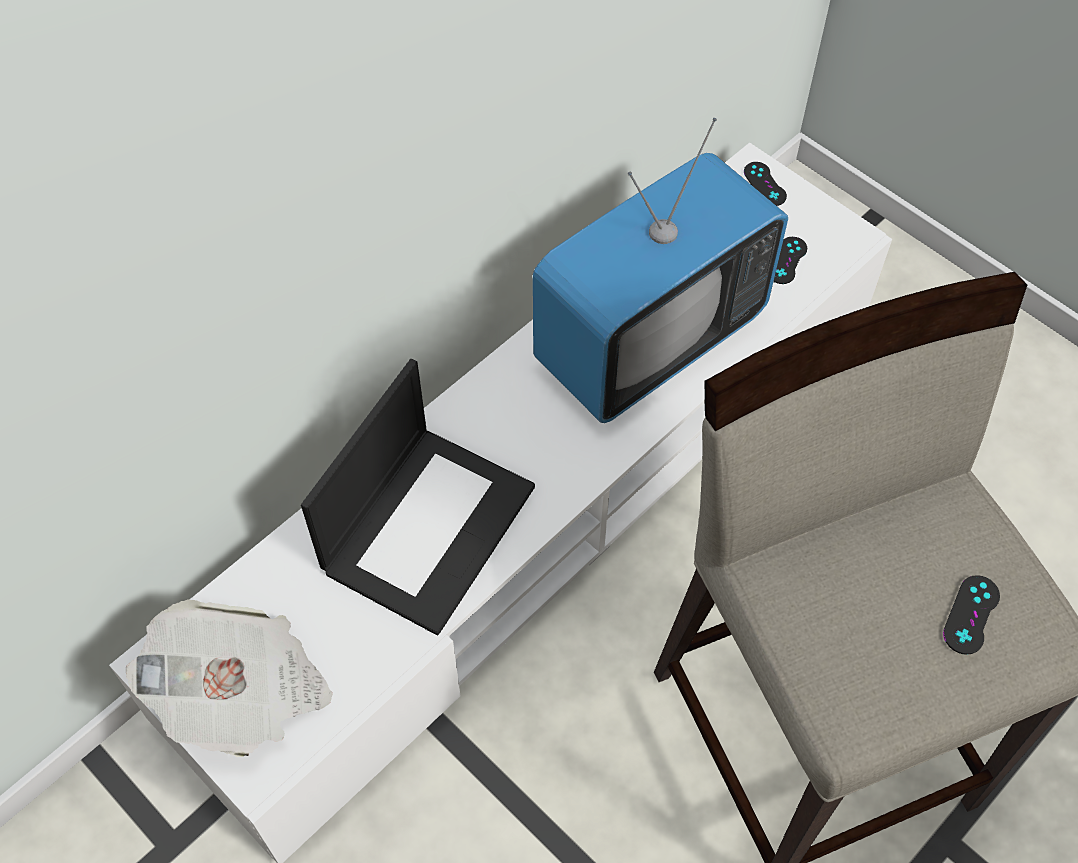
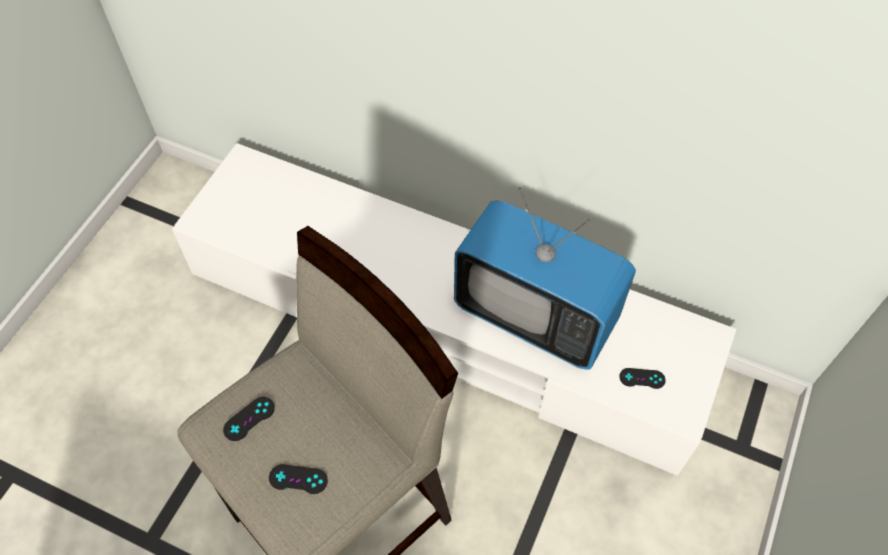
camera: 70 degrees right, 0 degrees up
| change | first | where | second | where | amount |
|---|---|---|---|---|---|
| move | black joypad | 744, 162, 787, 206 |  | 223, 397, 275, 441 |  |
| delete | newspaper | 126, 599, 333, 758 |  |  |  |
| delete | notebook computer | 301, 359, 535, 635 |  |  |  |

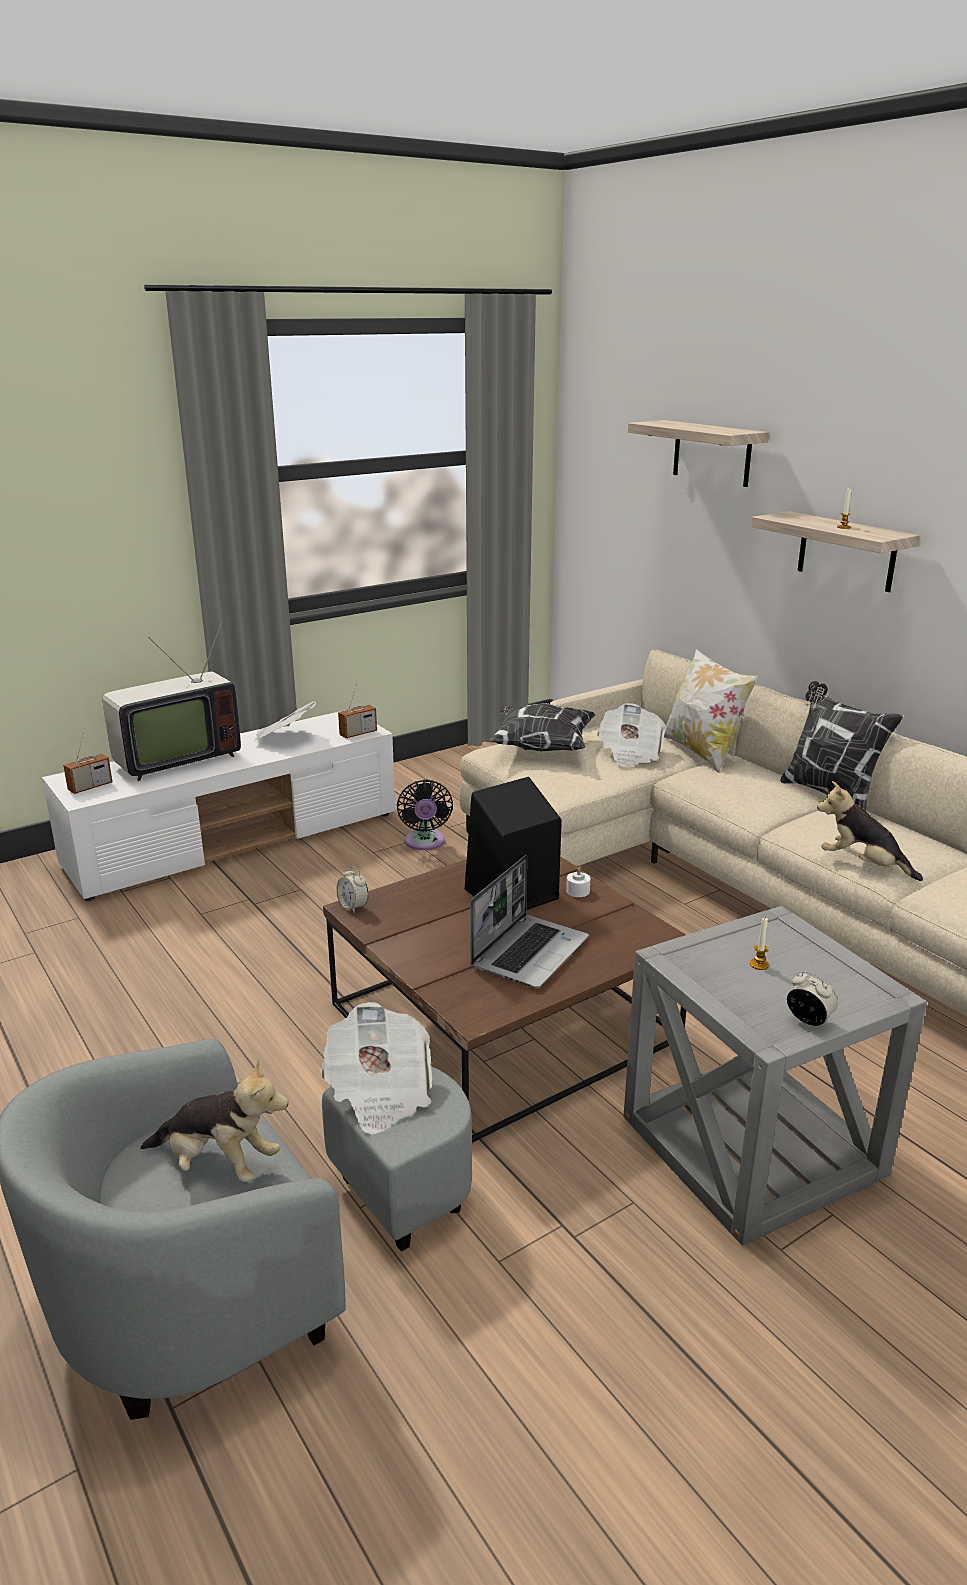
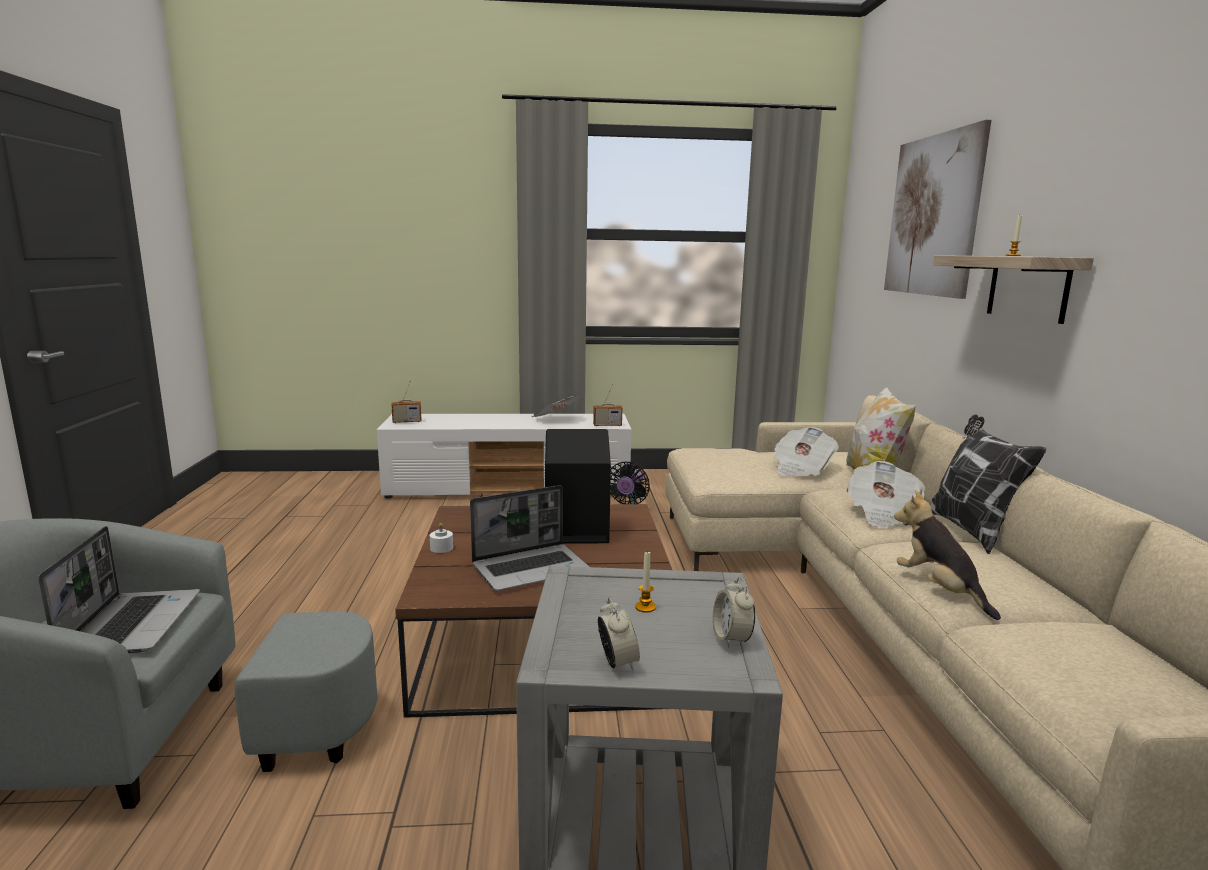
camera: 30 degrees right, 10 degrees down
| change | first | where | second | where | amount |
|---|---|---|---|---|---|
| replace | cuddly toy | 141, 1058, 289, 1182 | notebook computer | 38, 526, 200, 653 |  |
| move | white wax candle | 566, 866, 590, 897 |  | 430, 523, 453, 553 |  |
| move | table clock | 336, 866, 368, 913 |  | 713, 577, 755, 648 |  |
| move | newspaper | 321, 1002, 432, 1135 |  | 846, 461, 925, 528 |  |
| replace | wall shelf | 628, 420, 769, 487 | wall picture | 884, 120, 991, 299 |  |
| delete | TV | 102, 619, 241, 781 |  |  |  |
| delete | throw pillow | 489, 703, 596, 751 |  |  |  |

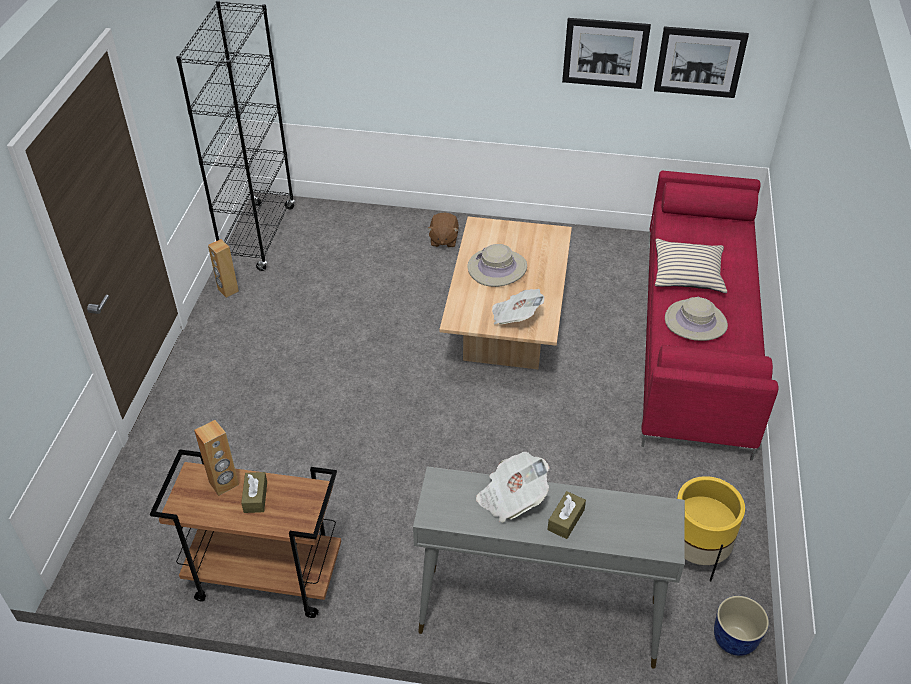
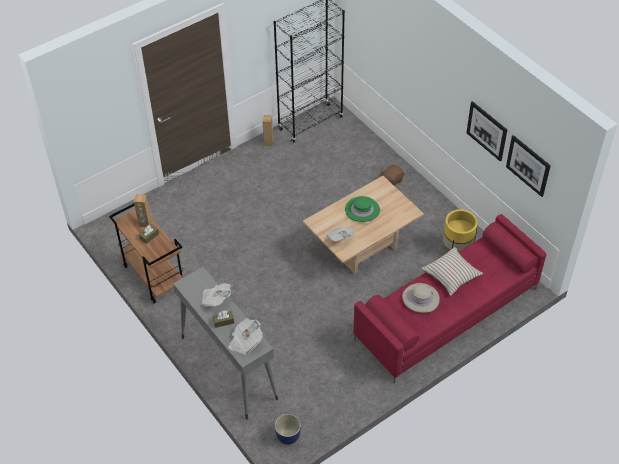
camera: 45 degrees right, 5 degrees up
| change | first | where | second | where | amount |
|---|---|---|---|---|---|
| insert |  |  | newspaper | 228, 318, 263, 355 |  |
| recolor | beige wearable hat | 468, 244, 527, 287 | greenish wearable hat | 345, 196, 380, 222 |  |
| move | yellow flower pot | 677, 476, 745, 582 |  | 443, 209, 477, 252 |  |

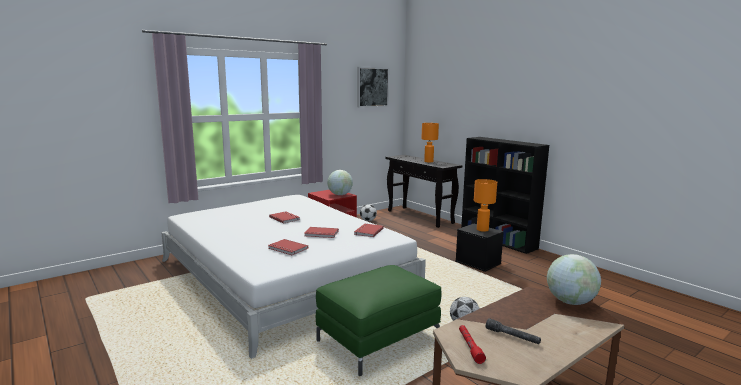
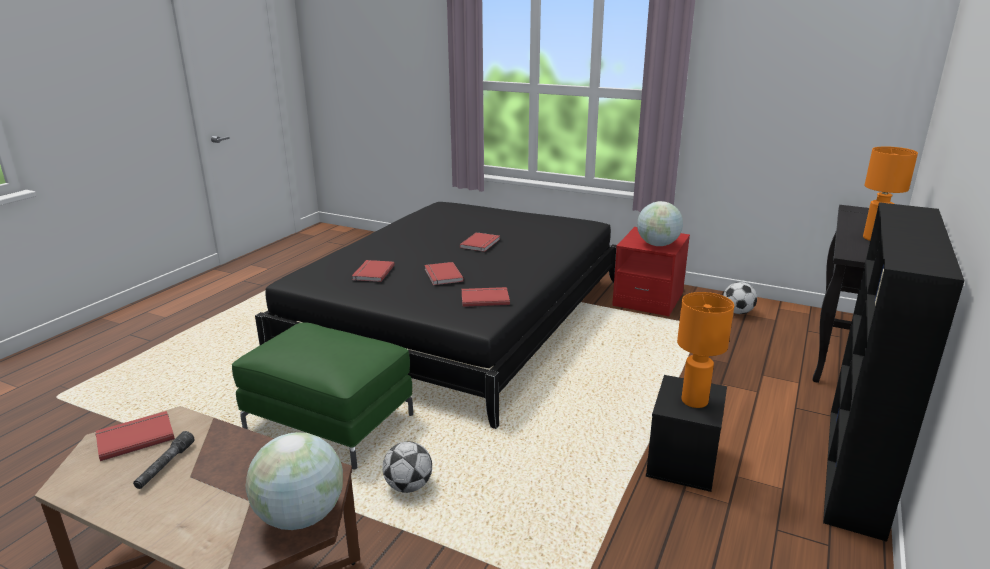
camera: 65 degrees right, 10 degrees up
| change | first | where | second | where | amount |
|---|---|---|---|---|---|
| replace | red-coloured torch | 459, 325, 486, 364 | red-coloured bound book | 95, 411, 175, 461 |  |
| recolor | white sleeping bed | 161, 195, 426, 359 | black sleeping bed | 255, 202, 617, 429 |  |
| delete | wall picture | 357, 67, 389, 107 |  |  |  |

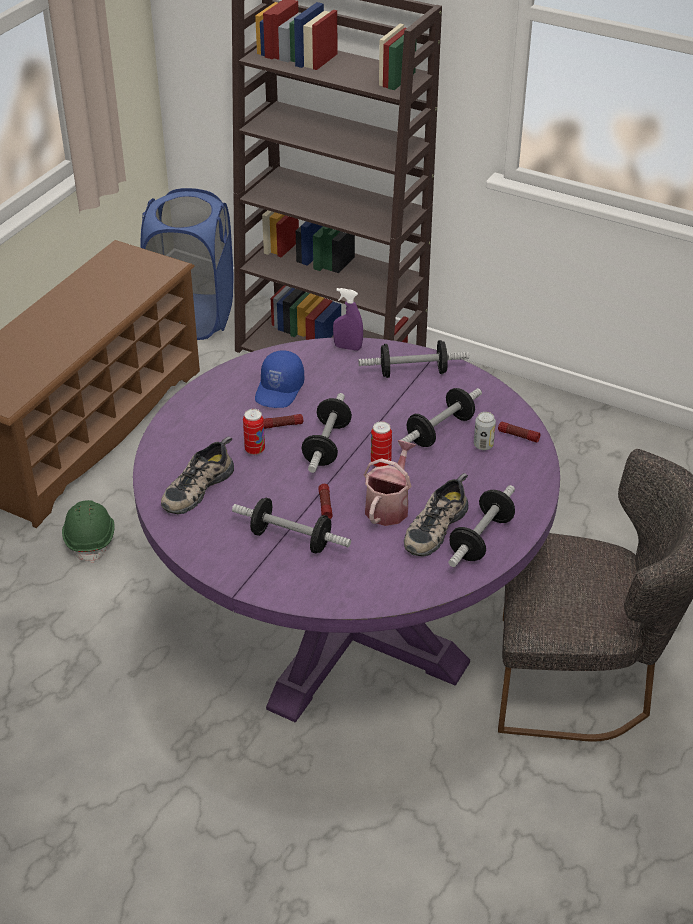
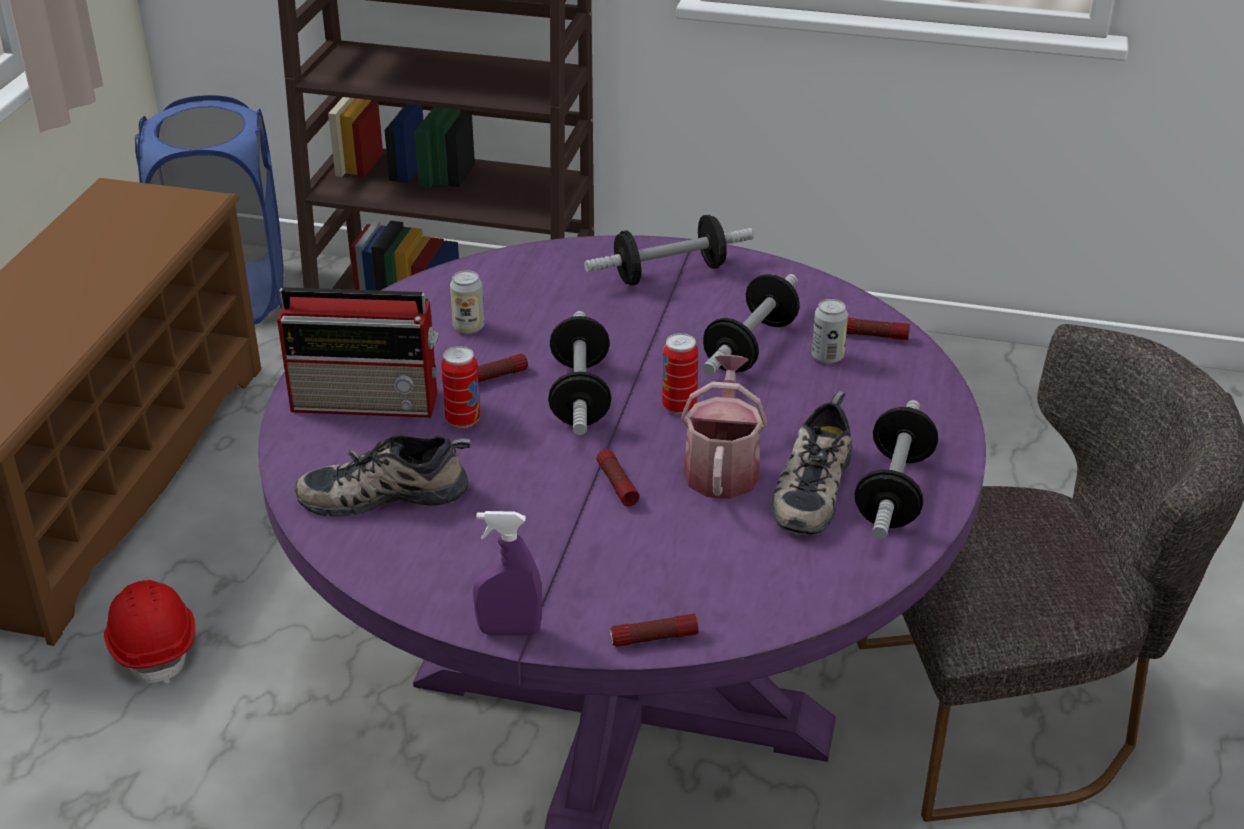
camera: 15 degrees left, 5 degrees down
| change | first | where | second | where | amount |
|---|---|---|---|---|---|
| recolor | greenish hard hat | 62, 500, 115, 563 | red-coloured hard hat | 104, 580, 195, 684 |  |
| insert |  |  | radio set | 277, 287, 439, 418 |  |
| rotate | item of footwear | 161, 436, 234, 514 |  | 294, 435, 471, 517 | 60 degrees clockwise |
| replace | bluish peaked cap | 255, 351, 304, 408 | metal can | 450, 270, 485, 334 |  |
| move | purple spray bottle | 333, 288, 363, 351 |  | 473, 511, 542, 636 |  |
| insert |  |  | torch | 610, 614, 698, 647 |  |
| delete | free weight | 232, 498, 351, 553 |  |  |  |

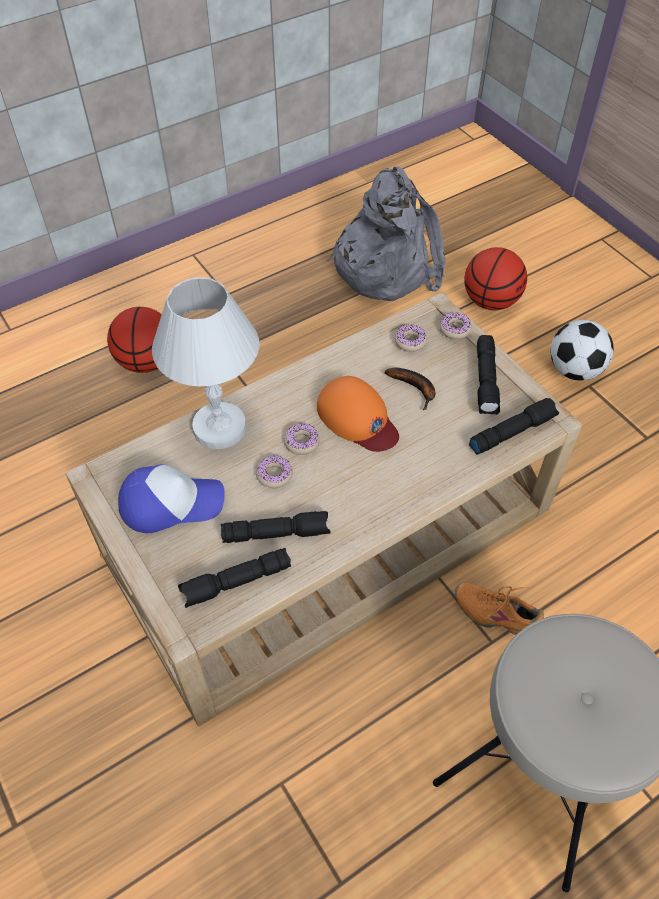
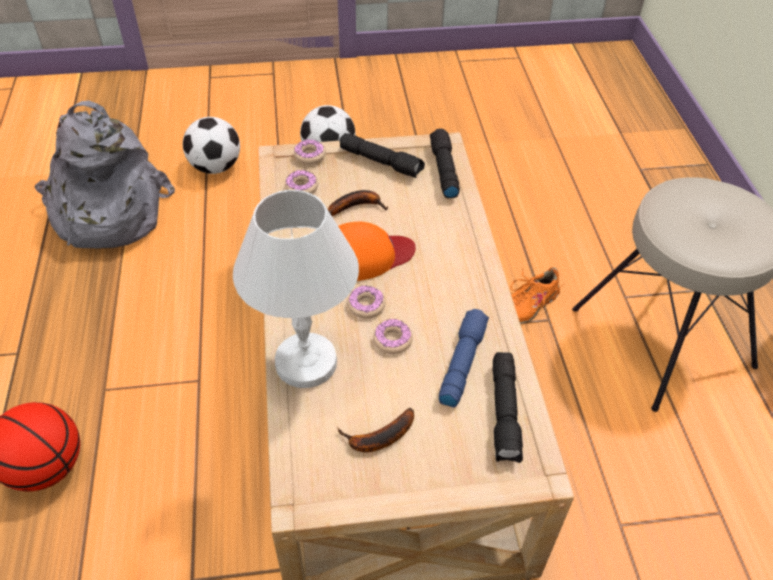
camera: 65 degrees left, 5 degrees down
| change | first | where | second | where | amount |
|---|---|---|---|---|---|
| replace | basketball | 464, 247, 527, 310 | football ball | 183, 117, 240, 174 |  |
| replace | peaked cap | 118, 464, 225, 533 | banana | 338, 408, 414, 452 |  |
| recolor | black torch | 220, 511, 331, 543 | bluish torch | 439, 309, 489, 408 |  |

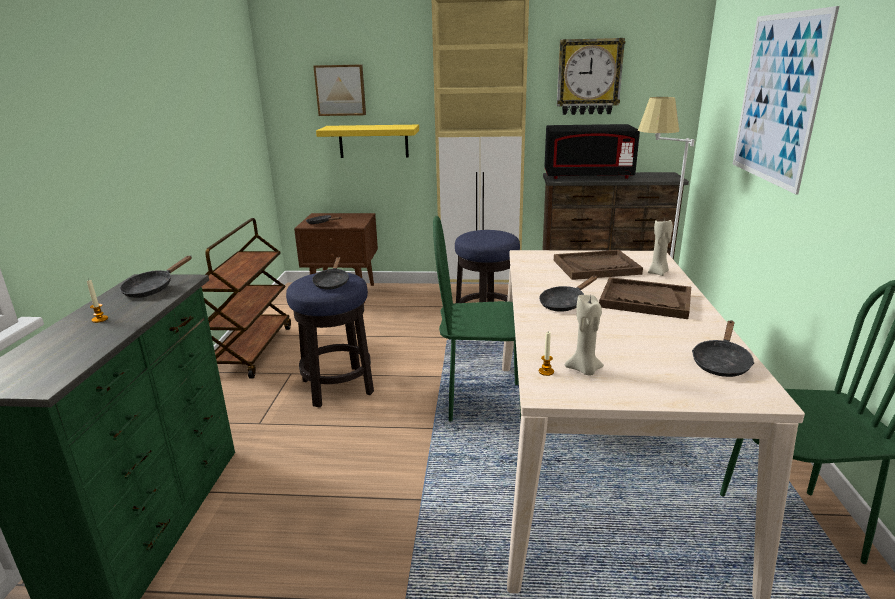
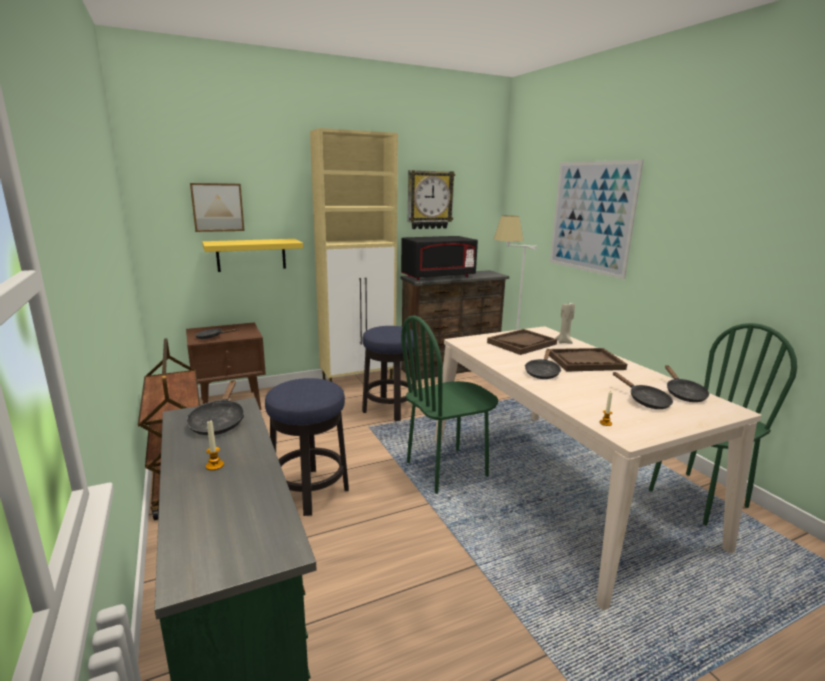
camera: 30 degrees left, 5 degrees down
| change | first | where | second | where | amount |
|---|---|---|---|---|---|
| move | black frying pan | 312, 257, 349, 290 |  | 613, 372, 673, 409 |  |
| delete | beige wax candle | 565, 295, 604, 375 |  |  |  |

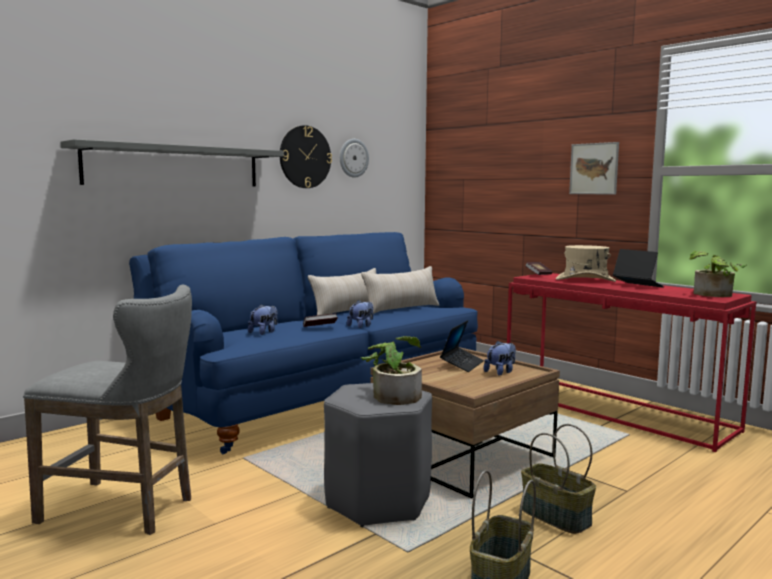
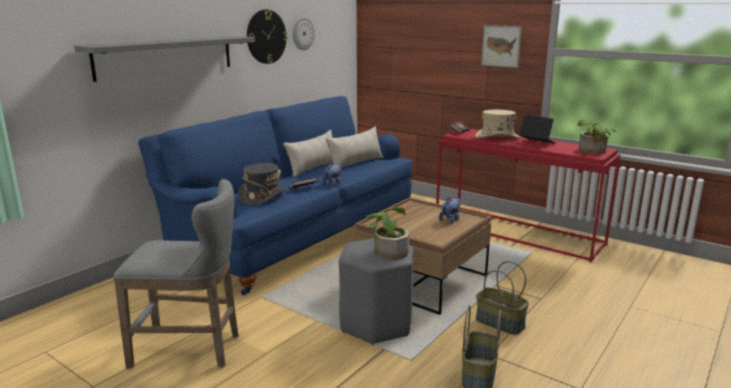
camera: 10 degrees left, 10 degrees up
| change | first | where | second | where | amount |
|---|---|---|---|---|---|
| replace | cuddly toy | 248, 304, 278, 335 | grey wearable hat | 238, 163, 286, 205 |  |
| delete | notebook computer | 440, 320, 484, 372 |  |  |  |

